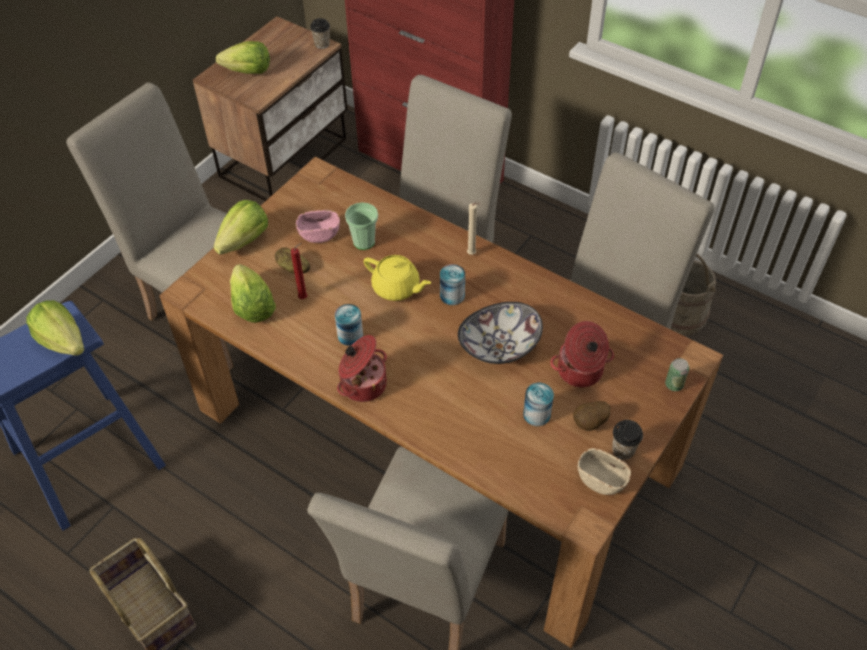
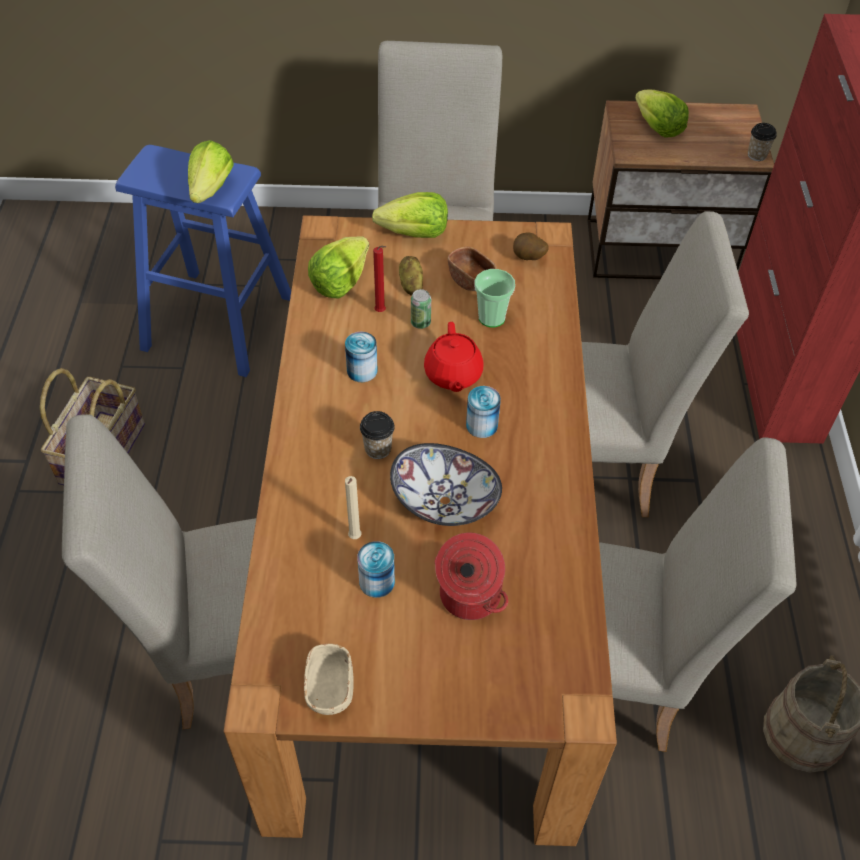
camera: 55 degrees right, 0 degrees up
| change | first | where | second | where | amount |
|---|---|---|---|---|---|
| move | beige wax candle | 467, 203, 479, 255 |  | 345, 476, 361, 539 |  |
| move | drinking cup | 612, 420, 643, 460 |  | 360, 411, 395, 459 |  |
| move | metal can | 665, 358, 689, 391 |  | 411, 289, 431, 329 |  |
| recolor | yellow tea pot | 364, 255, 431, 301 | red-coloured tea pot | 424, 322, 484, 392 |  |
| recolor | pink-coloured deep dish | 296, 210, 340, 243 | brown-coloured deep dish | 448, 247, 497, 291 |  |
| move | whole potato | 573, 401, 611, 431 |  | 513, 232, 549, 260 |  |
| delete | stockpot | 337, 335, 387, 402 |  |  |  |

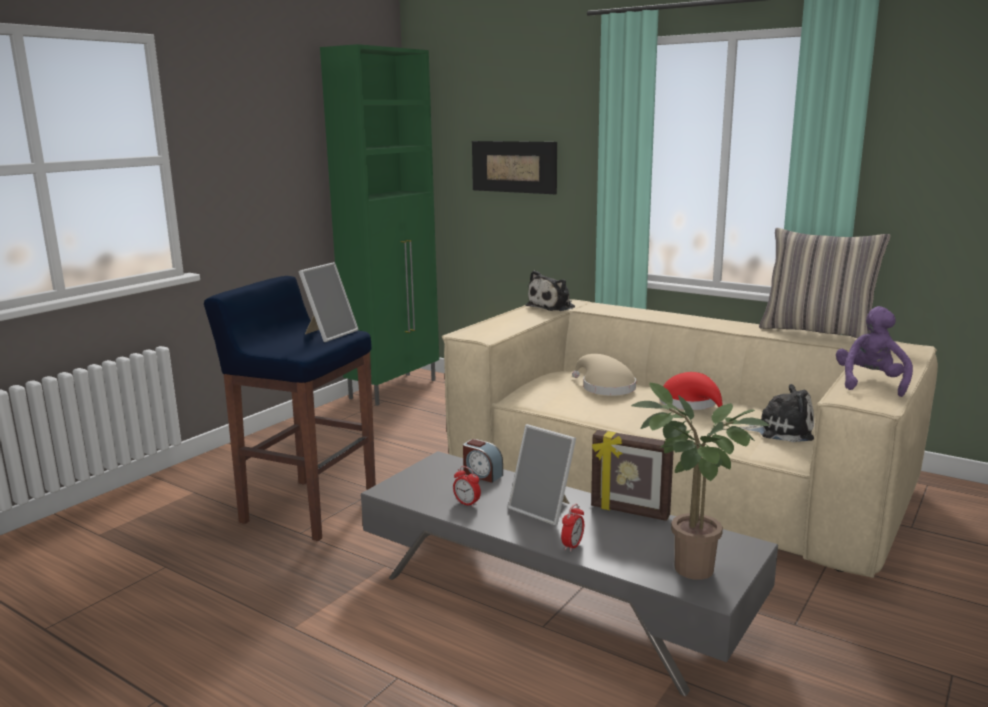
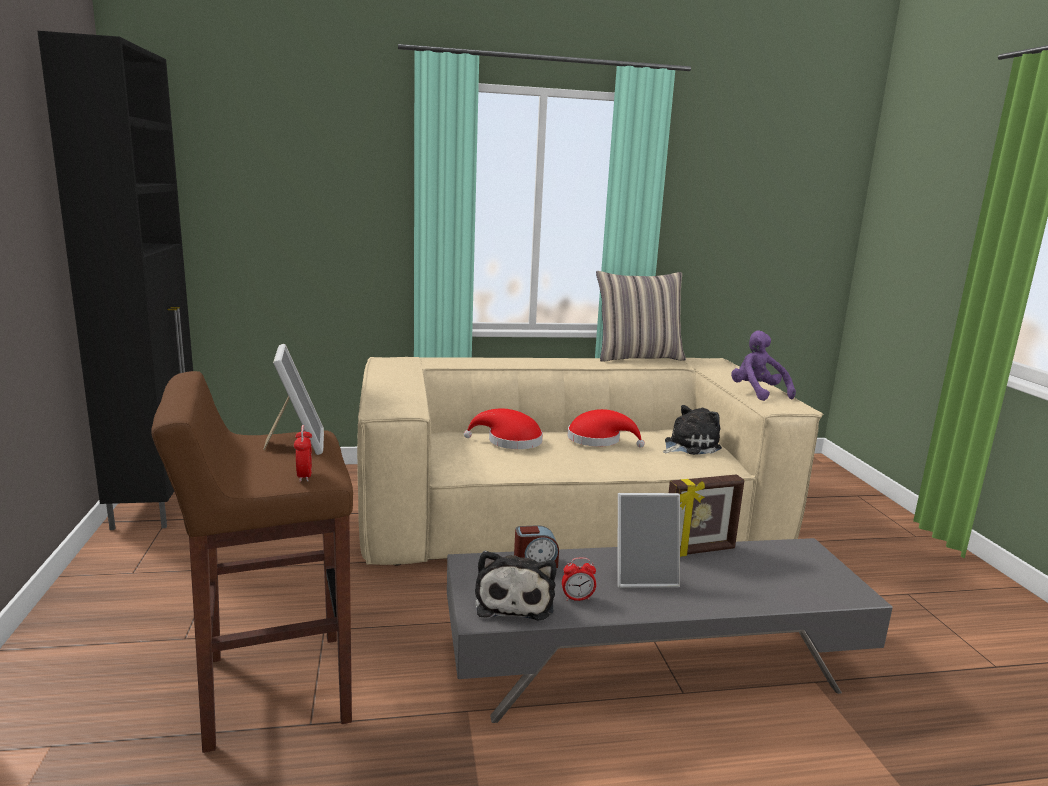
camera: 45 degrees left, 0 degrees up
| change | first | where | second | where | amount |
|---|---|---|---|---|---|
| recolor | greenish storage cabinet | 320, 44, 439, 406 | black storage cabinet | 37, 31, 193, 530 |  |
| recolor | bluish stool | 204, 276, 376, 541 | brown-coloured stool | 151, 371, 353, 753 |  |
| move | table clock | 561, 504, 584, 552 |  | 294, 425, 312, 482 |  |
| recolor | beige wearable hat | 572, 354, 636, 396 | red-coloured wearable hat | 464, 408, 543, 449 |  |
| move | cuddly toy | 525, 270, 575, 311 |  | 475, 551, 556, 621 |  |
| delete | wall picture | 472, 141, 557, 194 |  |  |  |
| delete | houseplant | 631, 383, 770, 580 |  |  |  |

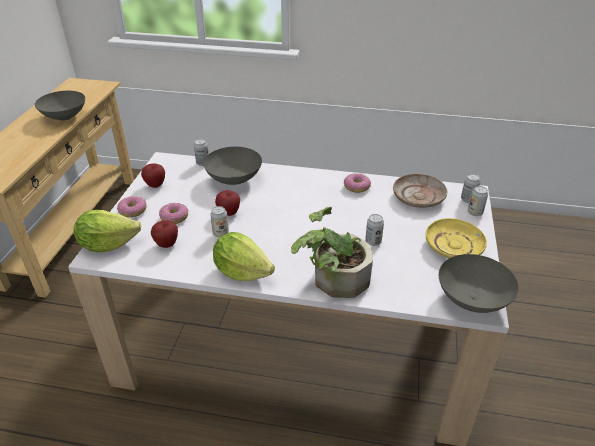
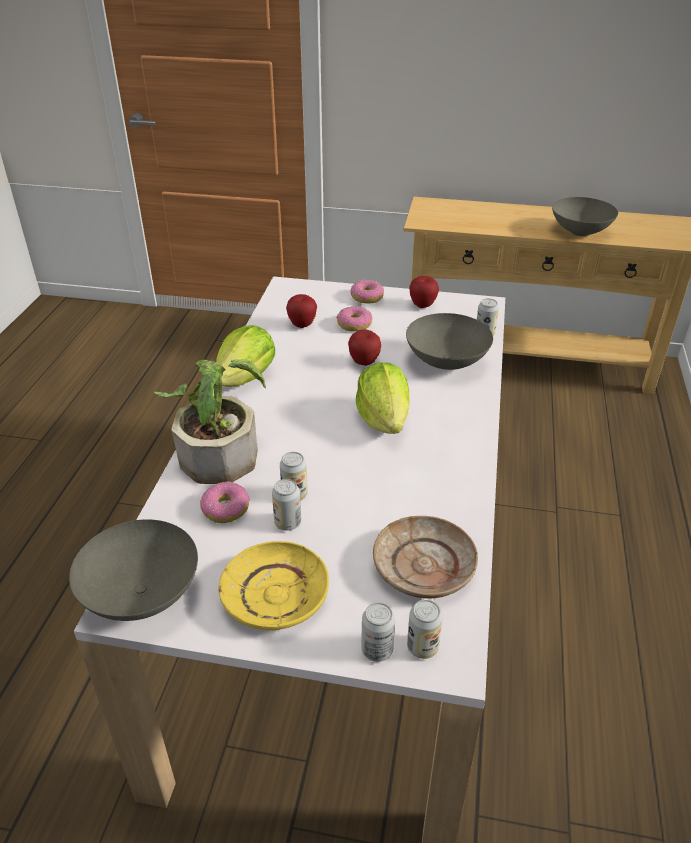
camera: 90 degrees right, 0 degrees up
| change | first | where | second | where | amount |
|---|---|---|---|---|---|
| move | ring doughnut | 344, 173, 371, 193 |  | 200, 482, 250, 523 |  |
| move | metal can | 210, 206, 229, 237 |  | 272, 479, 301, 531 |  |
| move | lettuce head | 74, 210, 141, 252 |  | 356, 363, 410, 434 |  |

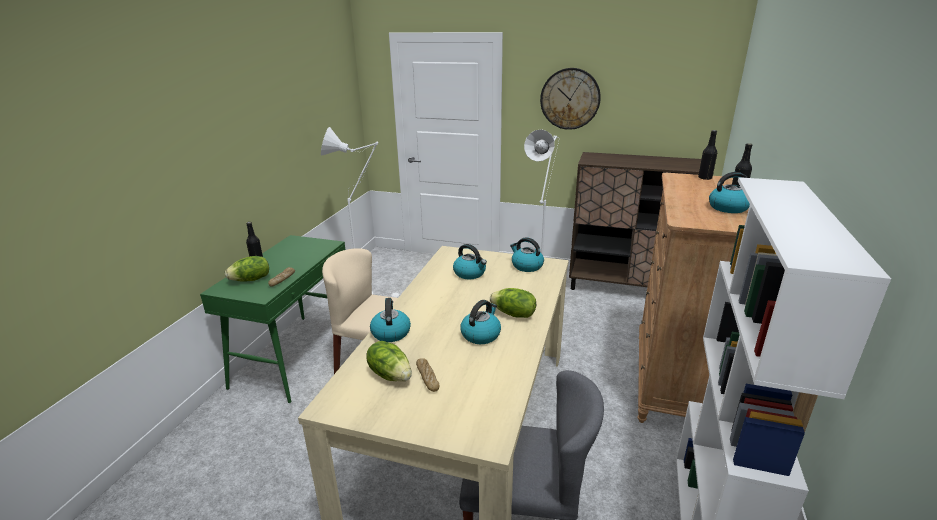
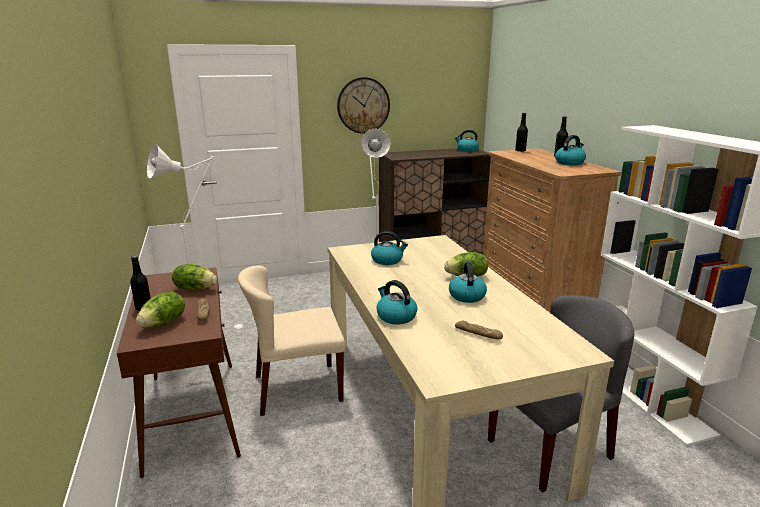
camera: 35 degrees left, 5 degrees down
| change | first | where | second | where | amount |
|---|---|---|---|---|---|
| recolor | greenish hall table | 200, 235, 345, 403 | brown-coloured hall table | 117, 267, 241, 478 |  |
| move | lettuce head | 366, 341, 412, 382 |  | 172, 264, 217, 291 |  |
| move | tea kettle | 510, 237, 544, 272 |  | 455, 130, 479, 152 |  |

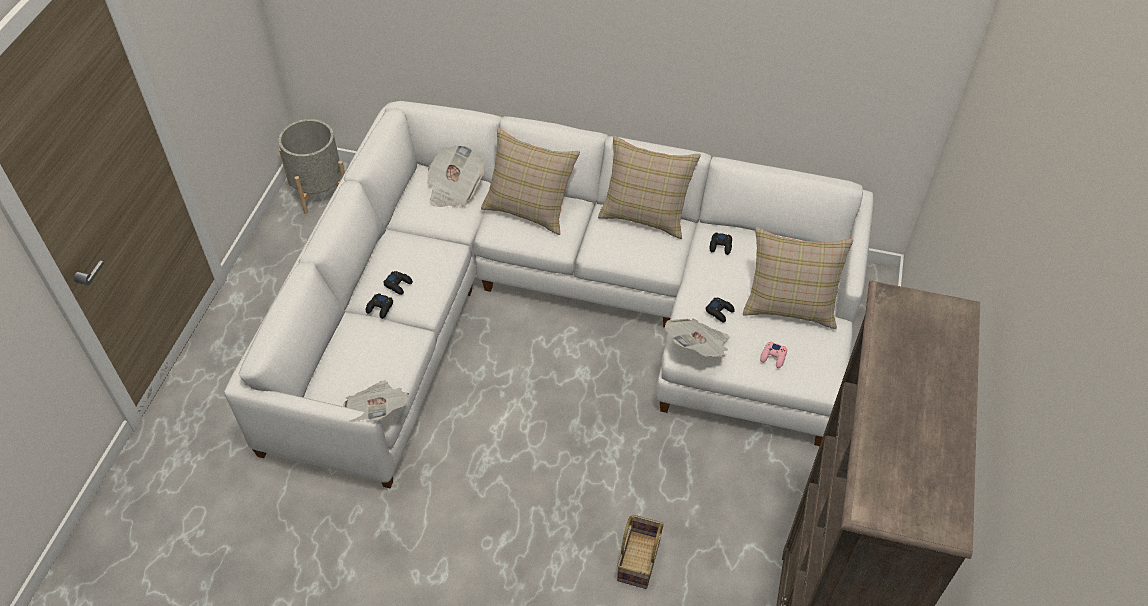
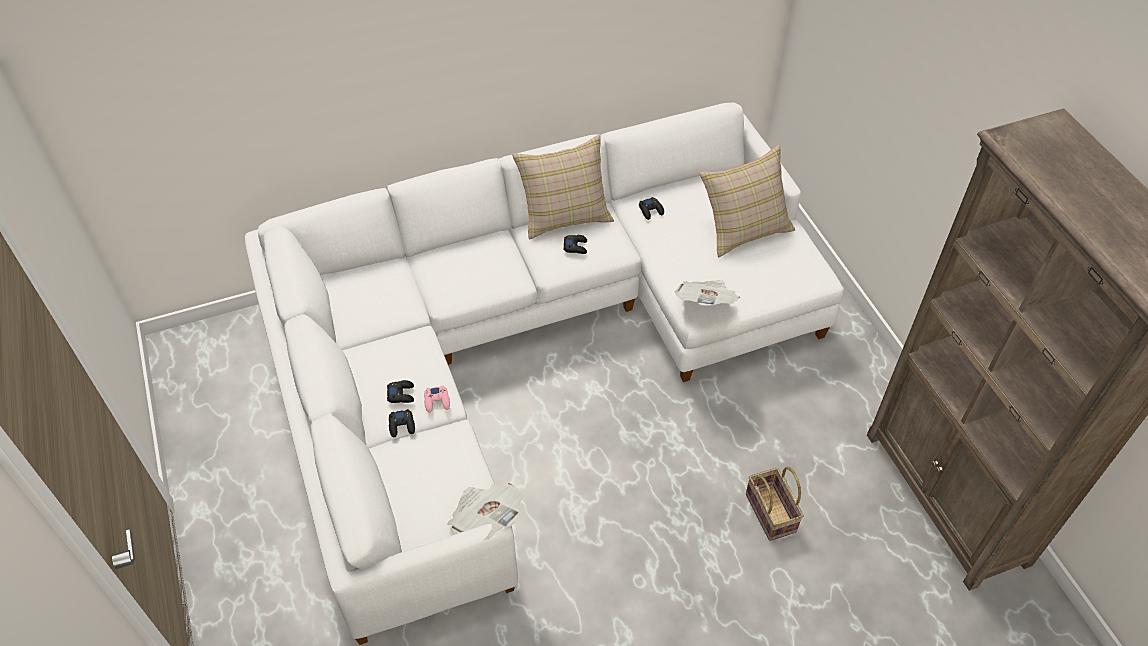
camera: 35 degrees left, 0 degrees up
| change | first | where | second | where | amount |
|---|---|---|---|---|---|
| move | pink-coloured joypad | 760, 341, 787, 368 |  | 424, 386, 450, 413 |  |
| move | black joypad | 706, 297, 735, 323 |  | 564, 235, 587, 254 |  |
| delete | grey flower pot | 278, 119, 345, 214 |  |  |  |
| delete | newspaper | 427, 145, 484, 207 |  |  |  |
| delete | beige throw pillow | 481, 128, 580, 235 |  |  |  |

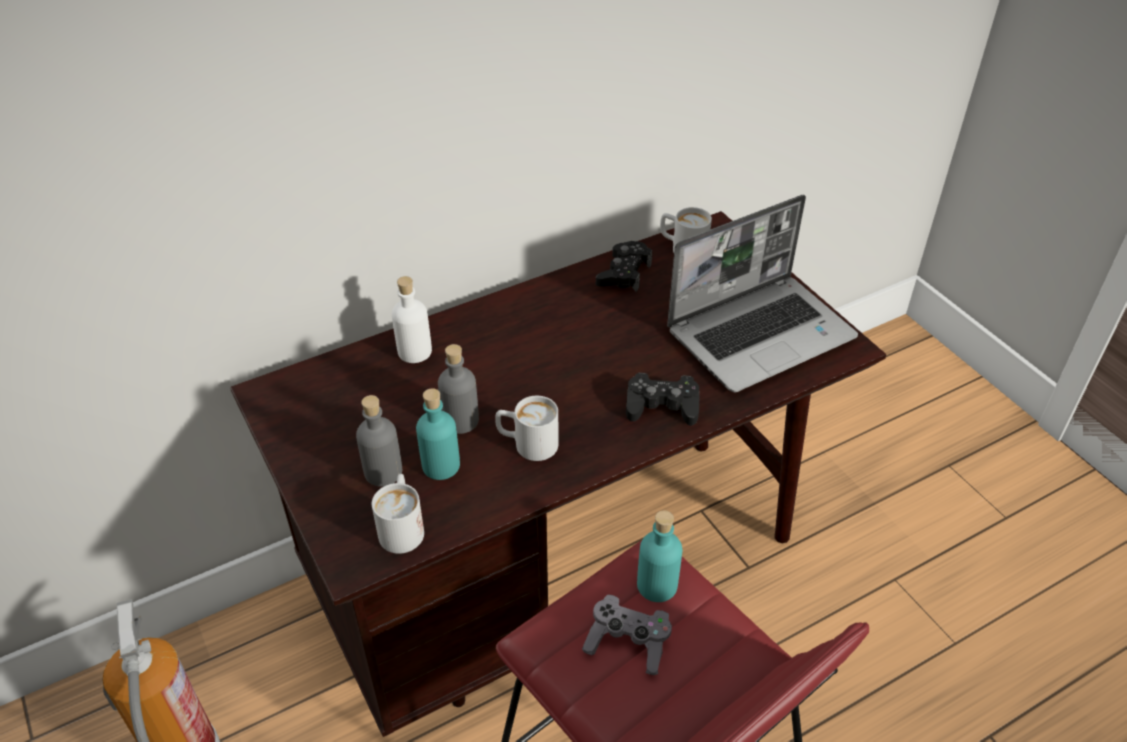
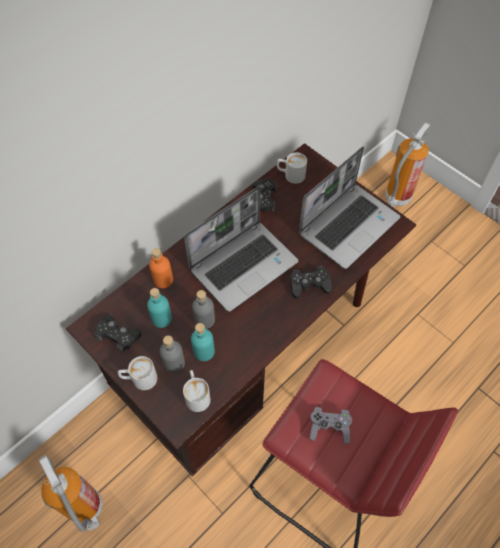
camera: 15 degrees left, 15 degrees up
| change | first | where | second | where | amount |
|---|---|---|---|---|---|
| insert |  |  | black joypad | 95, 315, 141, 353 |  |
| move | white coffee mug | 495, 396, 558, 461 |  | 118, 356, 157, 390 |  |
| move | turquoise-coloured drink bottle | 637, 510, 682, 602 |  | 147, 288, 172, 328 |  |
| recolor | white drink bottle | 392, 276, 432, 363 | orange-coloured drink bottle | 149, 248, 173, 288 |  |
| insert |  |  | notebook computer | 184, 186, 298, 312 |  |
| insert |  |  | extinguisher | 385, 122, 431, 208 |  |

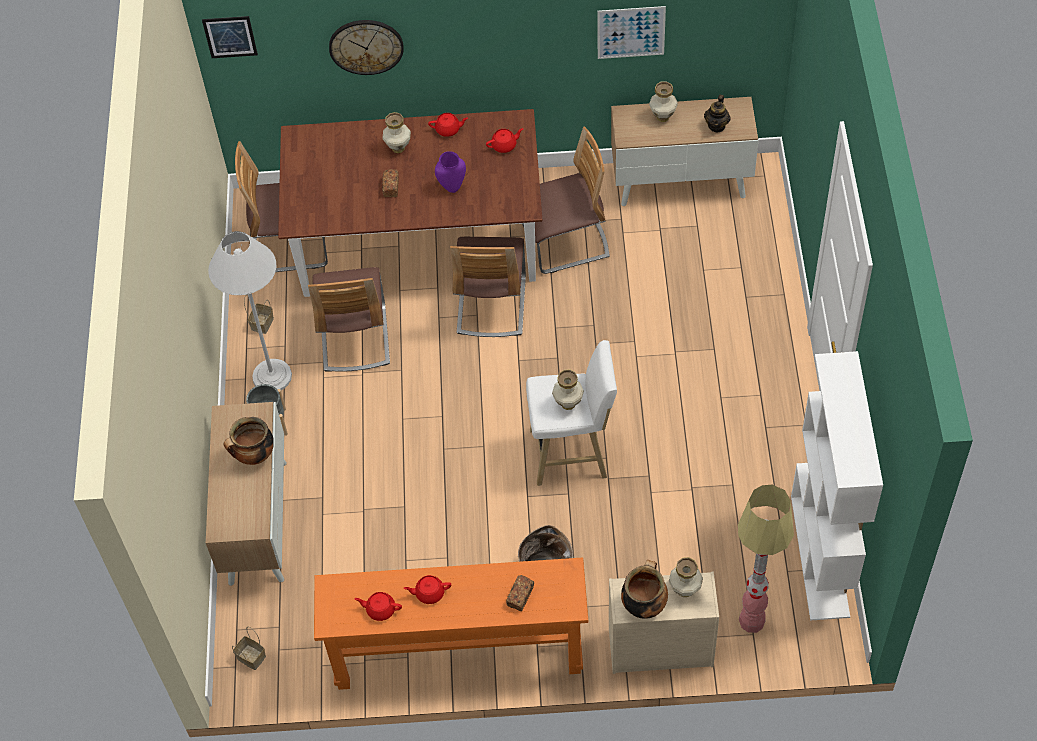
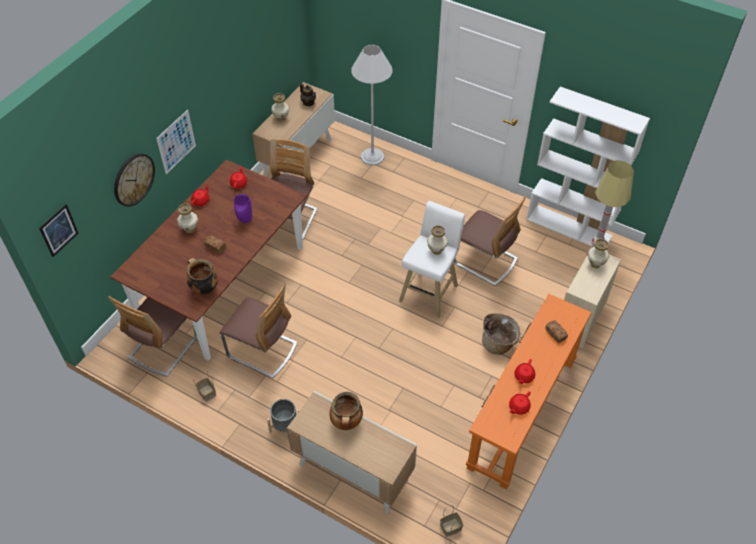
camera: 60 degrees left, 5 degrees down
| change | first | where | second | where | amount |
|---|---|---|---|---|---|
| move | wall picture | 597, 6, 666, 59 |  | 156, 110, 196, 174 |  |
| move | stockpot | 621, 560, 668, 619 |  | 187, 258, 218, 295 |  |
| move | white floor lamp | 208, 231, 292, 390 |  | 351, 45, 393, 166 |  |
| move | plain chair | 450, 237, 526, 337 |  | 454, 195, 526, 286 |  |

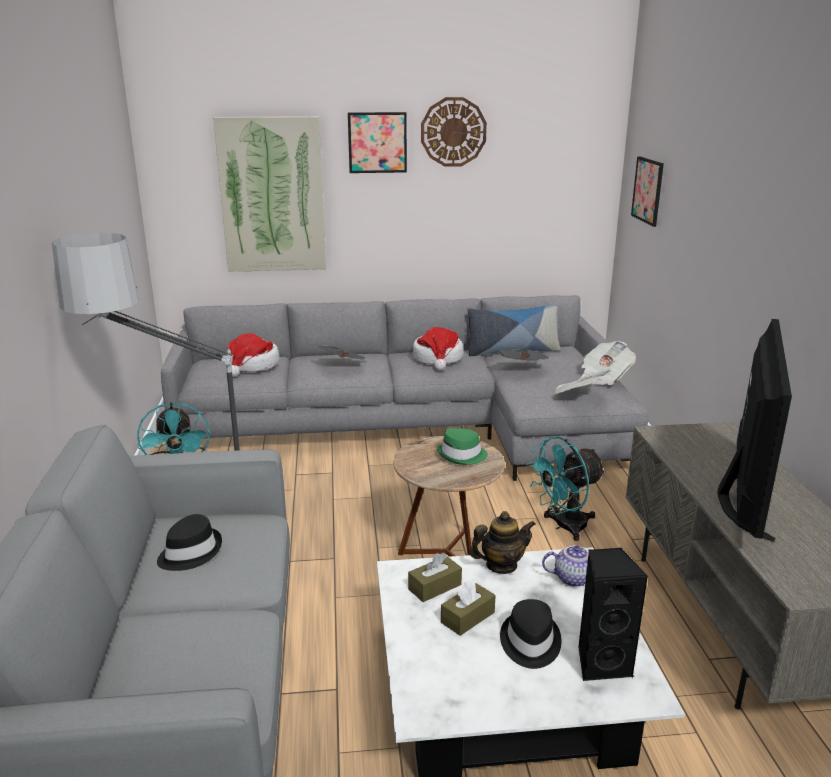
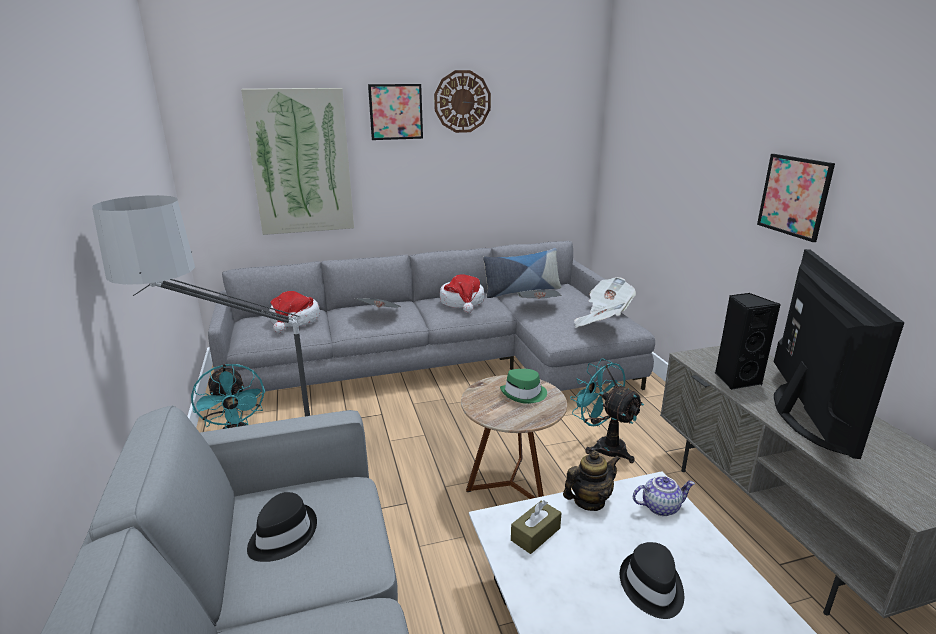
camera: 10 degrees left, 0 degrees up
| change | first | where | second | where | amount |
|---|---|---|---|---|---|
| rotate | turquoise-coloured cooling fan | 526, 436, 606, 541 |  | 570, 358, 644, 463 | 90 degrees clockwise |
| move | black loudspeaker | 578, 547, 648, 681 |  | 715, 293, 781, 390 |  |
| move | wall picture | 631, 156, 664, 227 |  | 757, 154, 835, 242 |  |
| delete | brown-coloured tissue holder | 441, 580, 496, 636 |  |  |  |

